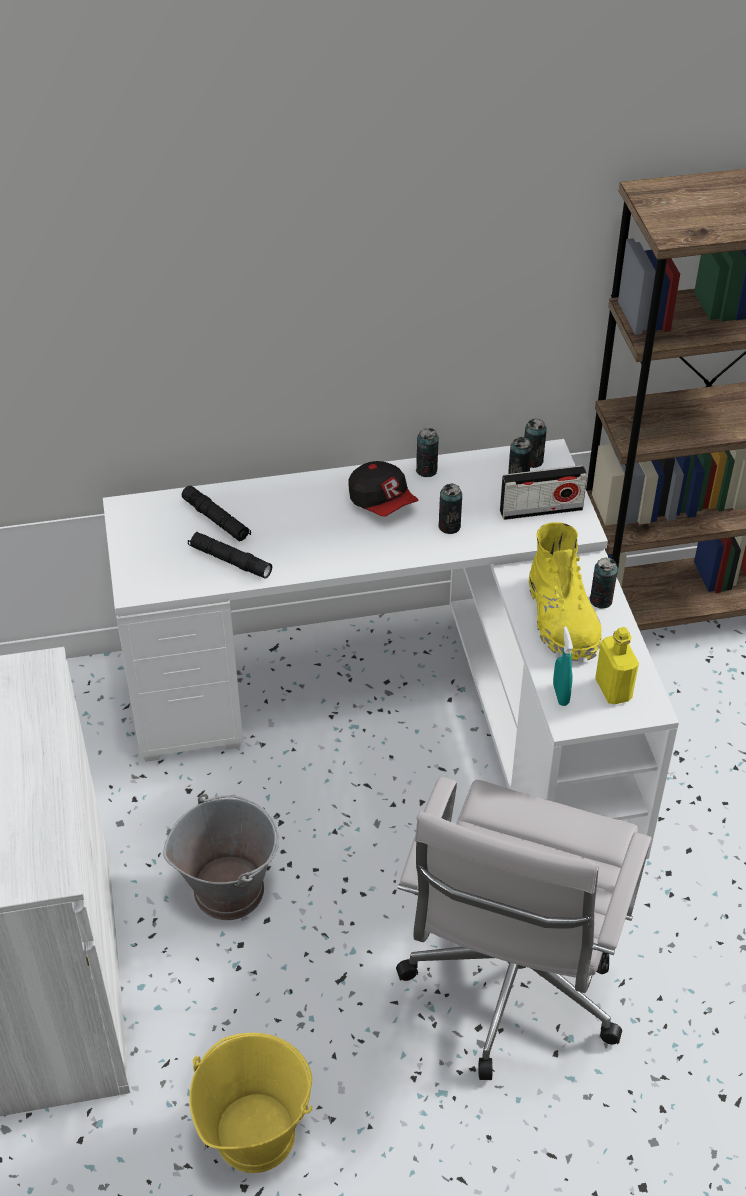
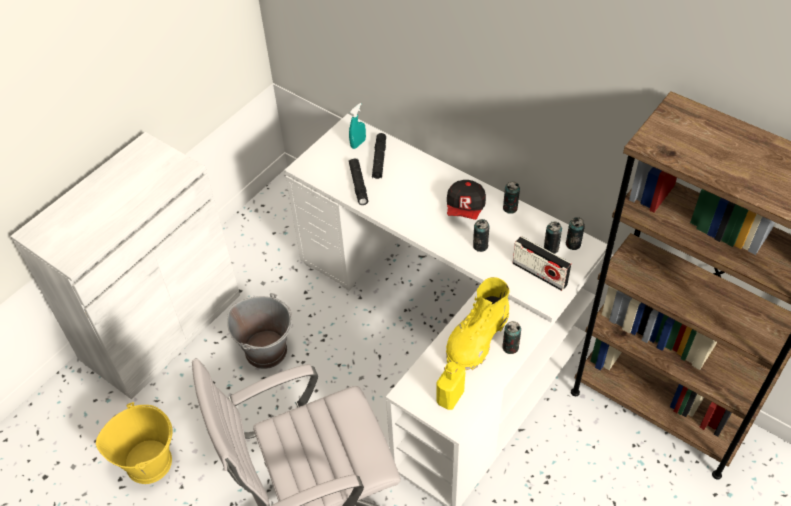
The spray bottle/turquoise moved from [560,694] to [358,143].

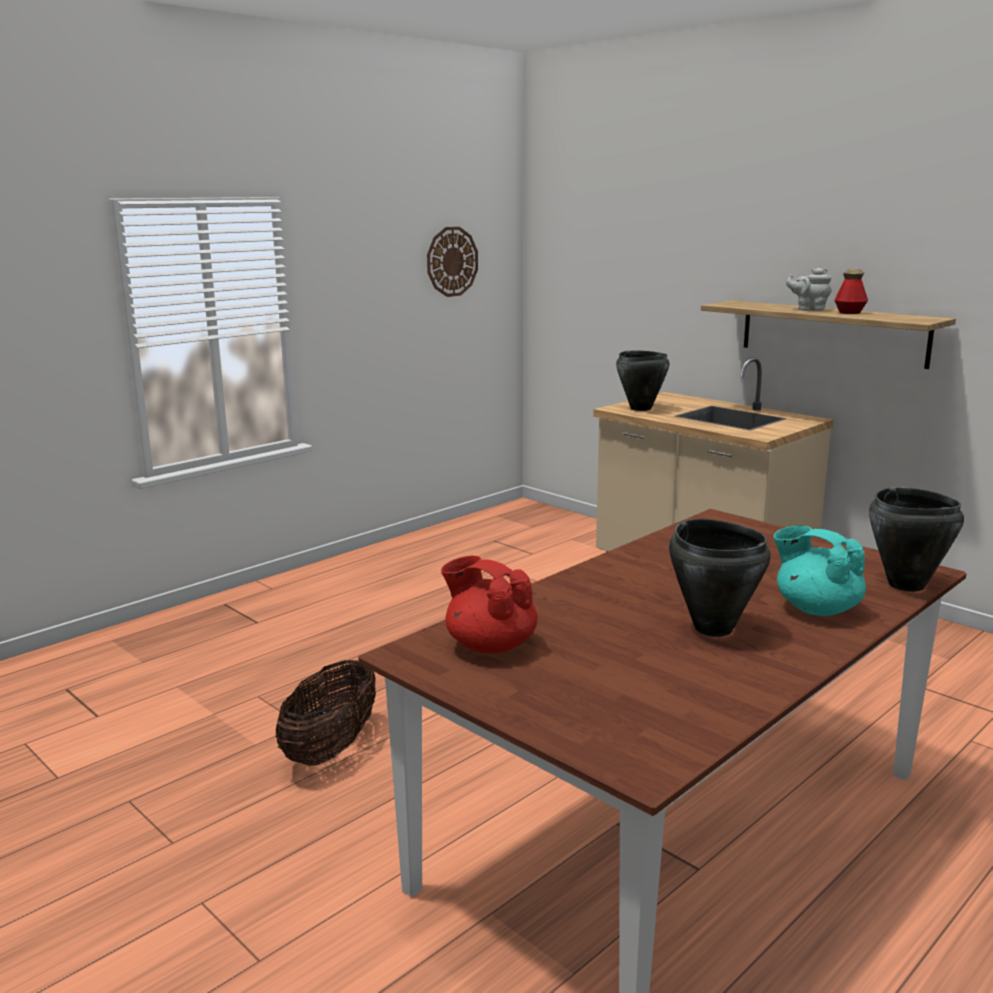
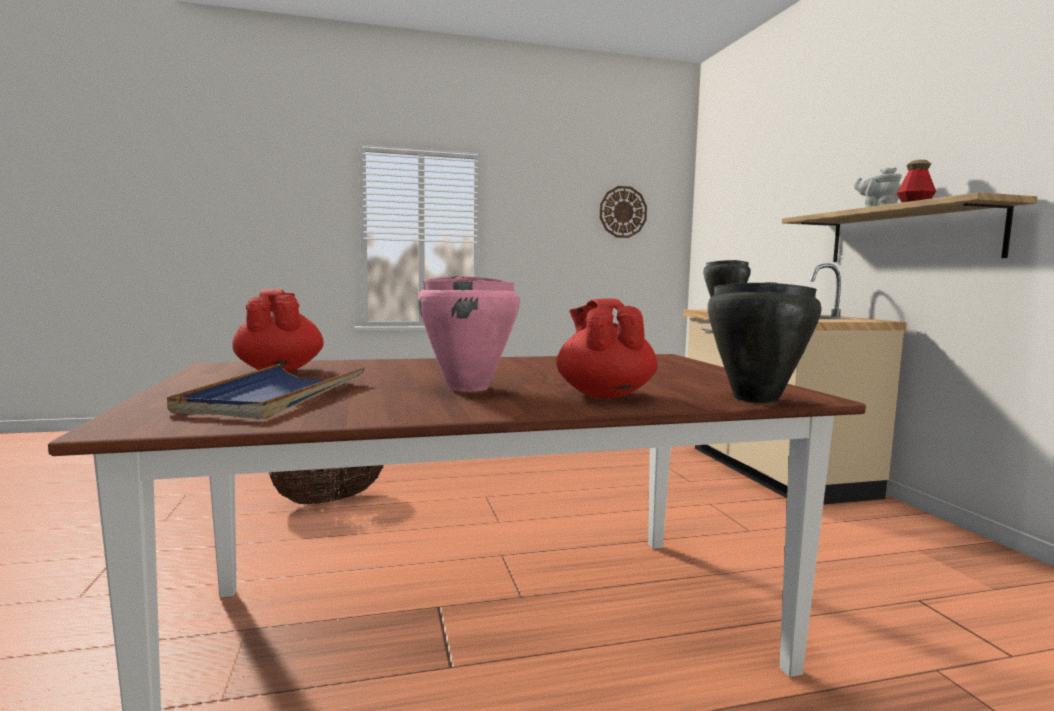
The cooking pot/black at [713,628] became the cooking pot/pink at [469,388].
The teapot/turquoise at [816,608] became the teapot/red at [604,394].
The tray/blue at [275,396] appeared.

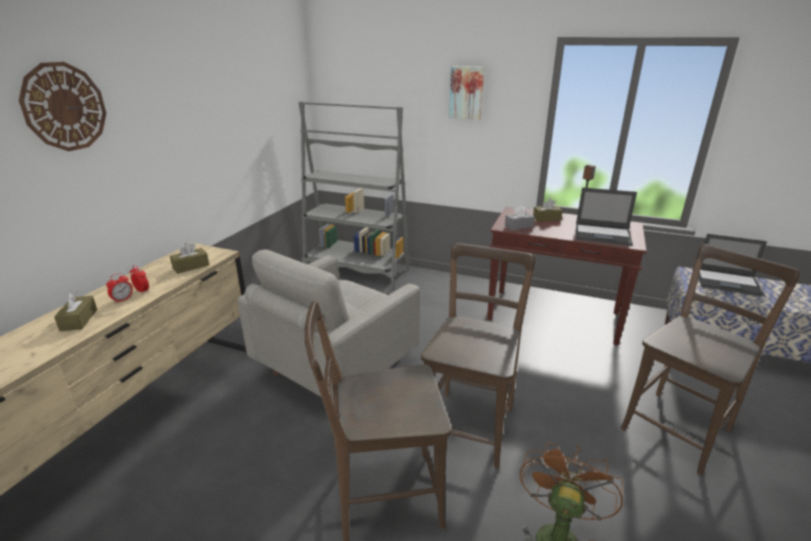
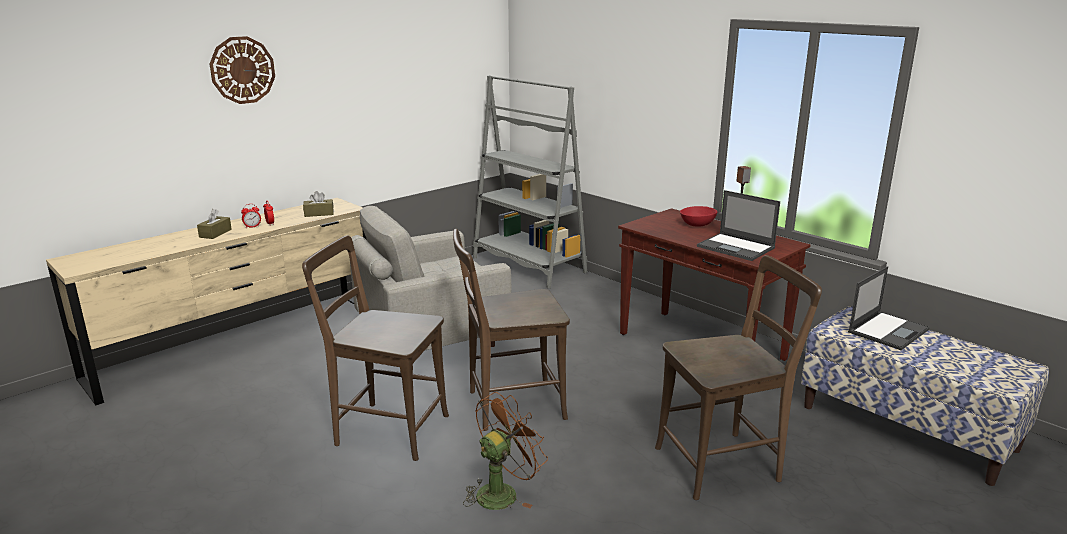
The picture at [466,92] disappeared.
The tissue box/brown at [546,218] was replaced by the bowl/red at [698,225].
The tissue box/grey at [519,226] disappeared.
The laptop at [728,282] turned 90 degrees counterclockwise.
The chair/brown at [470,423] turned 150 degrees counterclockwise.

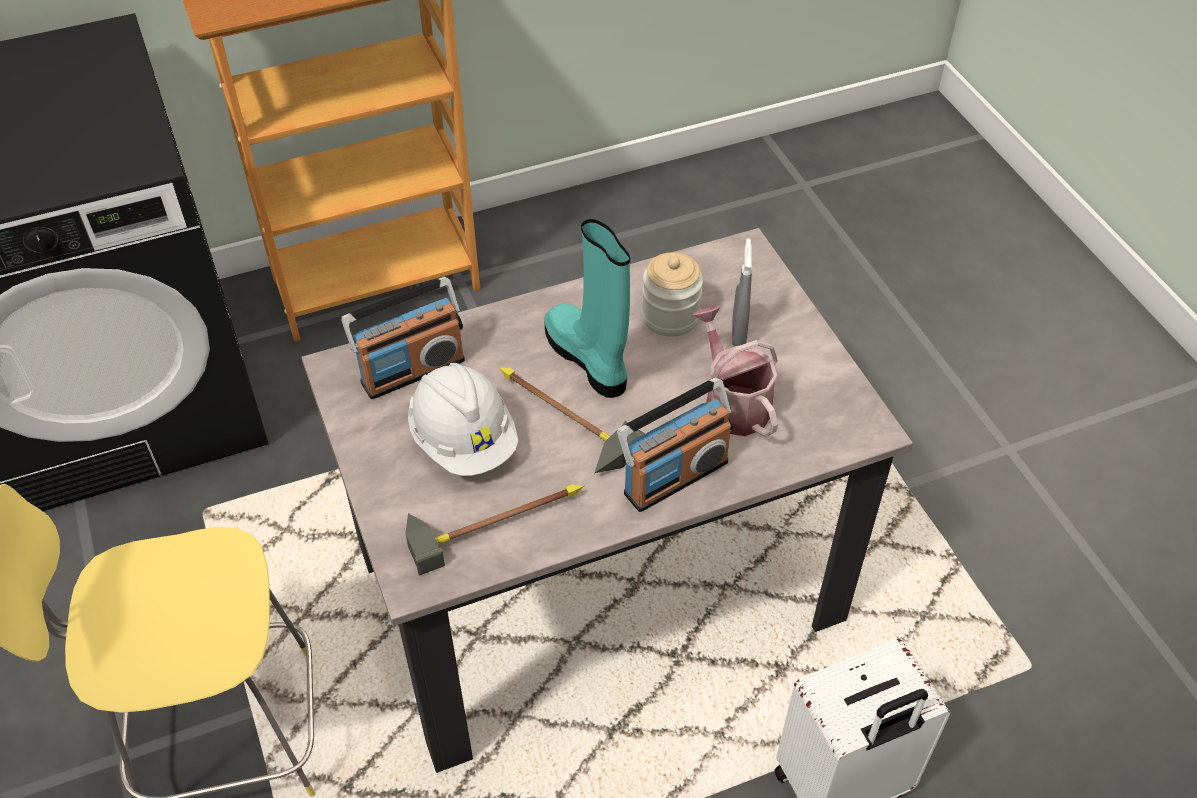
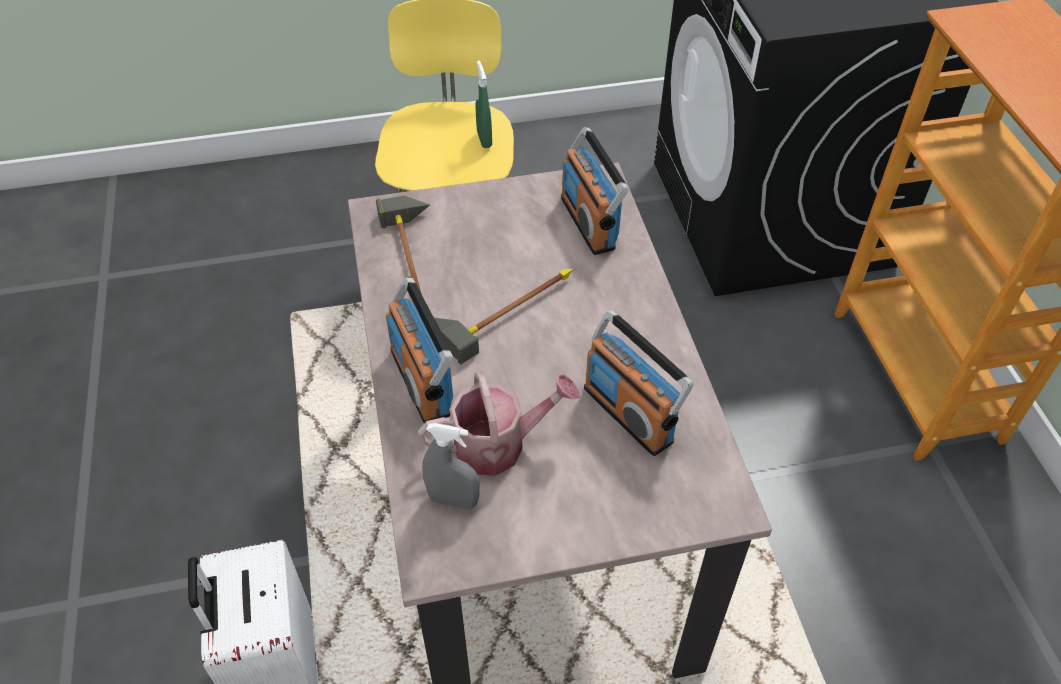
The boot/turquoise at [589,359] disappeared.
The spray bottle/grey moved from [738,333] to [453,500].
The jar at [670,316] was replaced by the radio at [629,414].
The hard hat/white at [464,440] disappeared.
The spray bottle/green at [484,139] appeared.

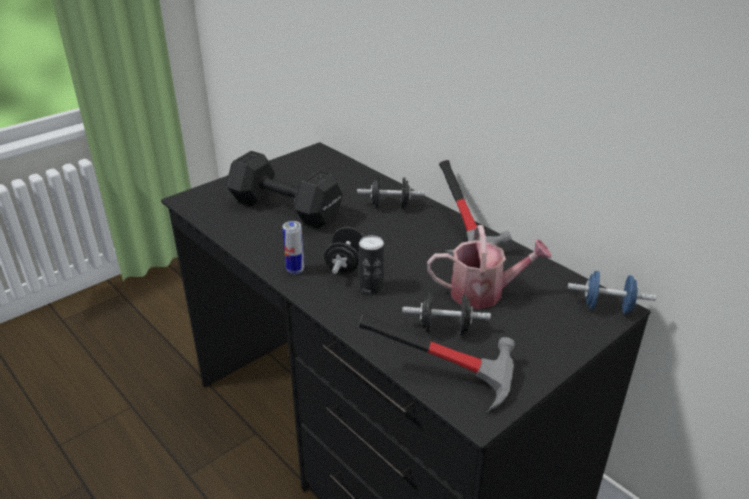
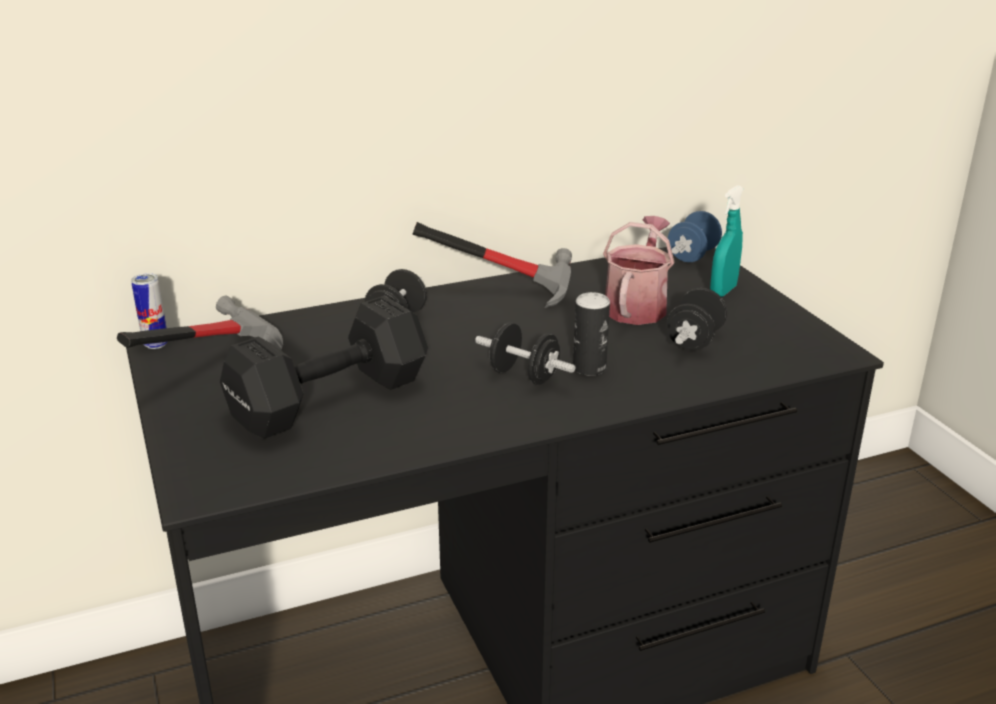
The can moved from [295,270] to [156,344].
The hammer moved from [446,374] to [208,361].
The spray bottle/turquoise at [723,291] appeared.

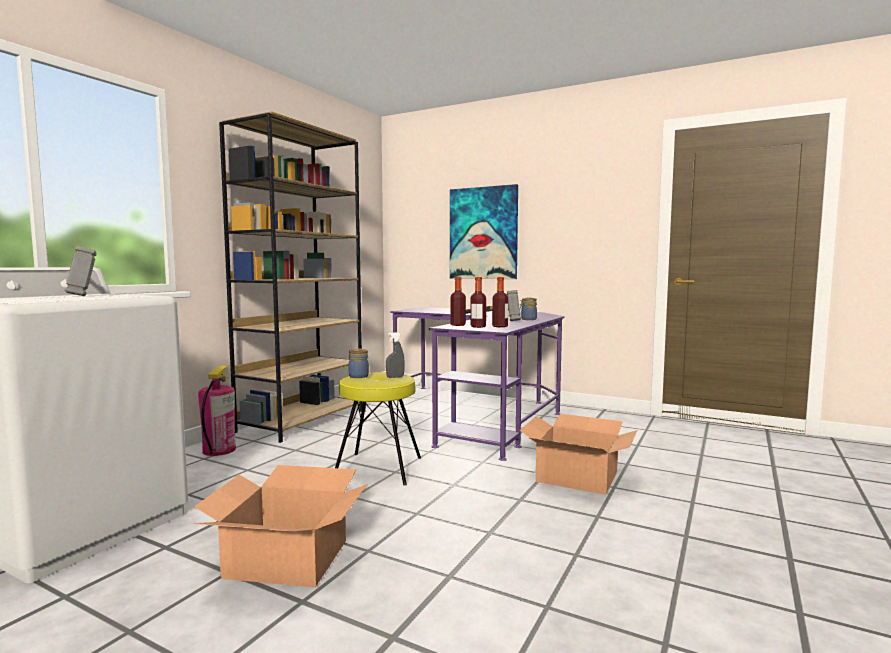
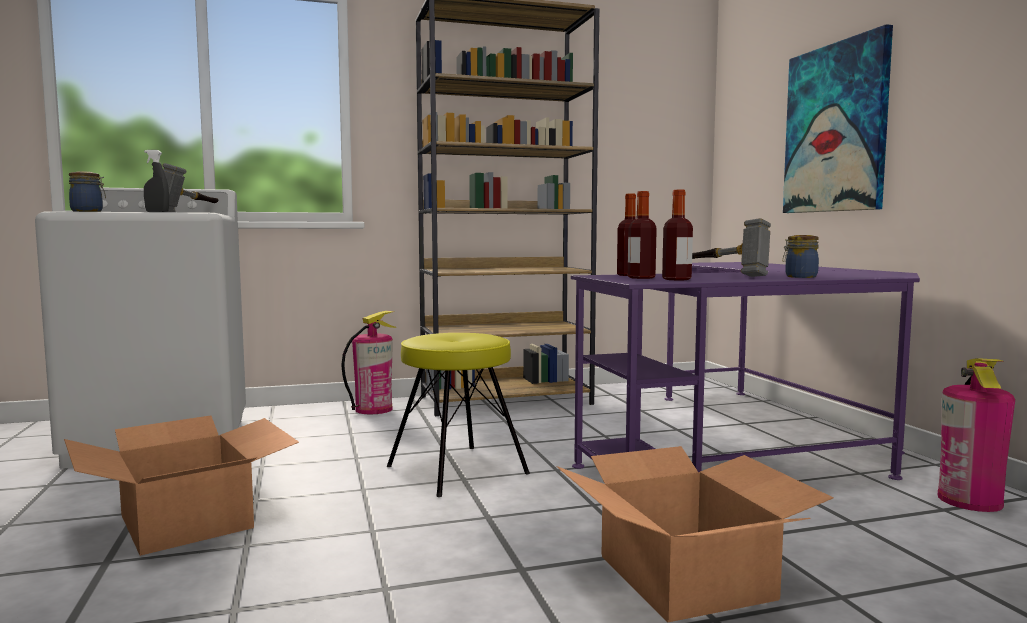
The spray bottle/grey moved from [395,377] to [157,212].
The jar moved from [359,376] to [88,211].
The fire extinguisher at [970,500] appeared.

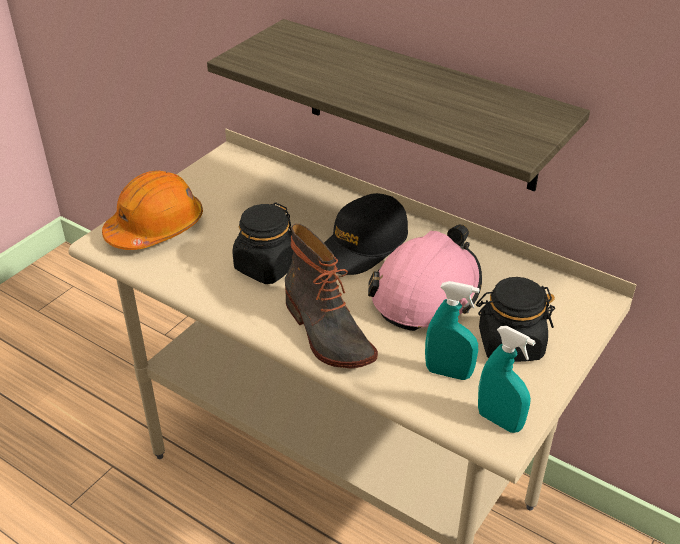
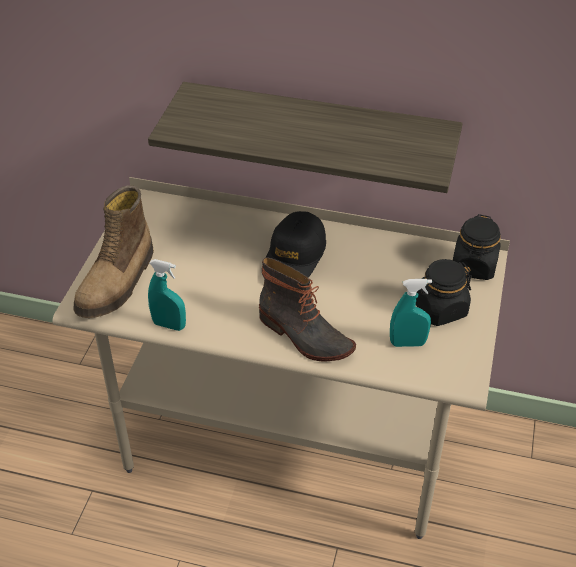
The hard hat/orange at [155,228] was replaced by the boot at [118,282].
The jar/black moved from [266,267] to [474,266].
The hard hat/pink at [426,292] disappeared.
The spray bottle/turquoise moved from [499,421] to [169,325].

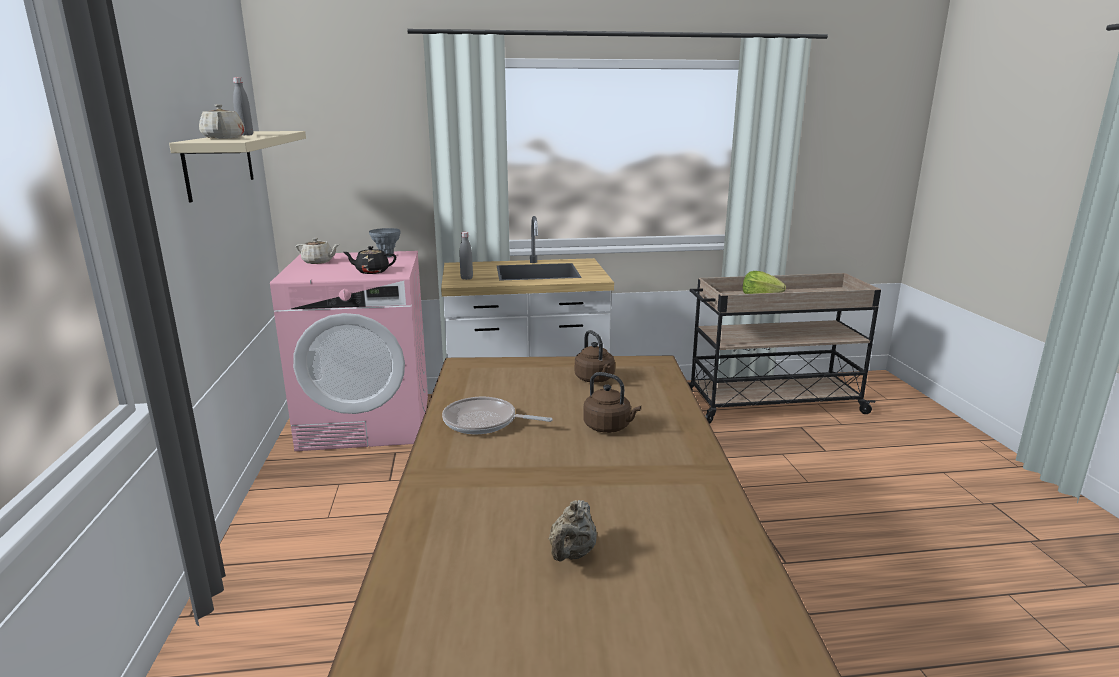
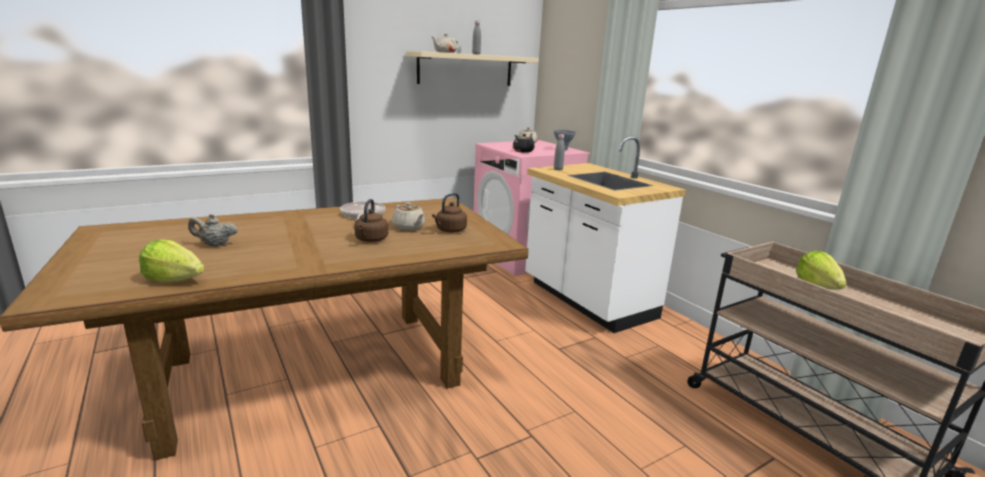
The teapot/beige at [409,227] appeared.
The lettuce at [174,279] appeared.

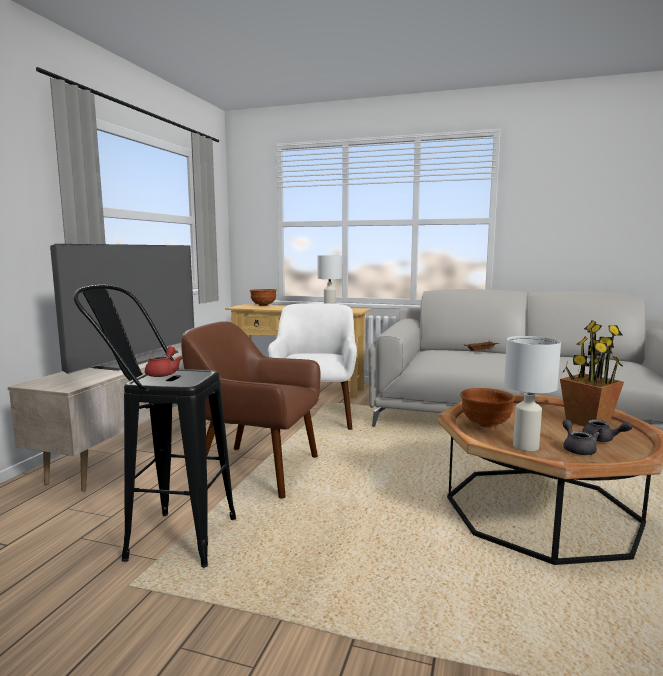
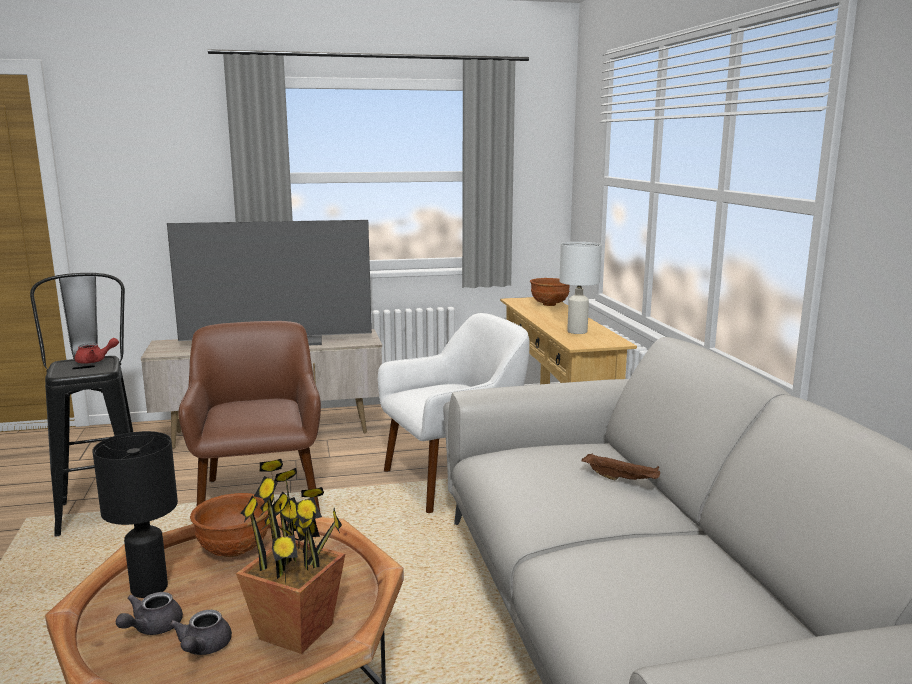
The table lamp/white at [525,446] became the table lamp/black at [150,587].
The teapot/grey at [577,449] turned 150 degrees clockwise.

